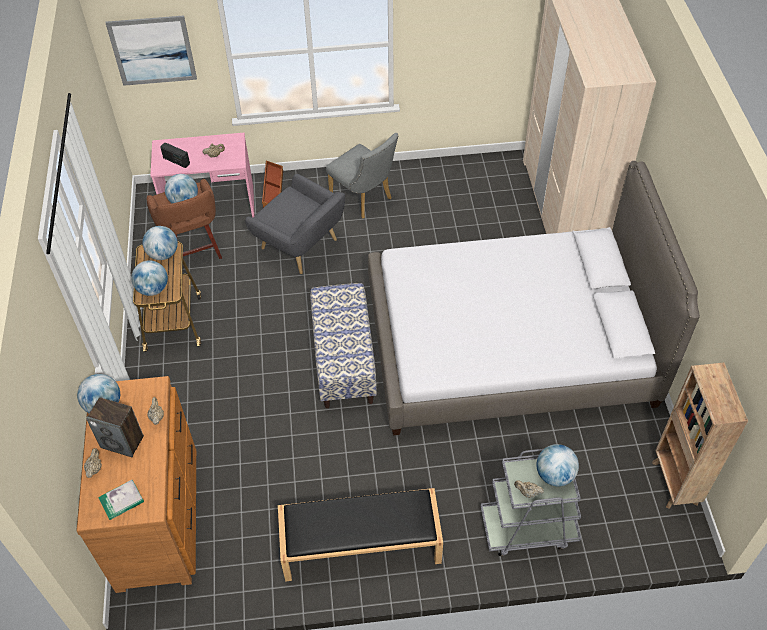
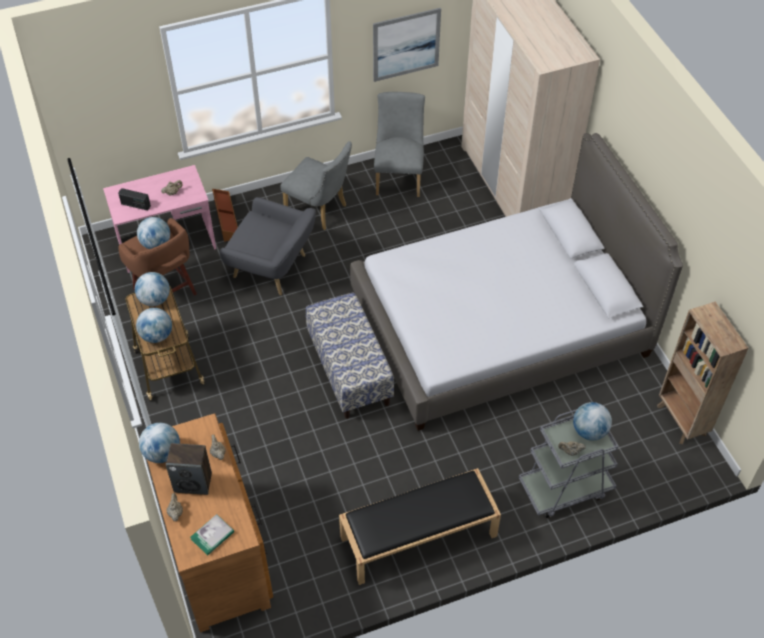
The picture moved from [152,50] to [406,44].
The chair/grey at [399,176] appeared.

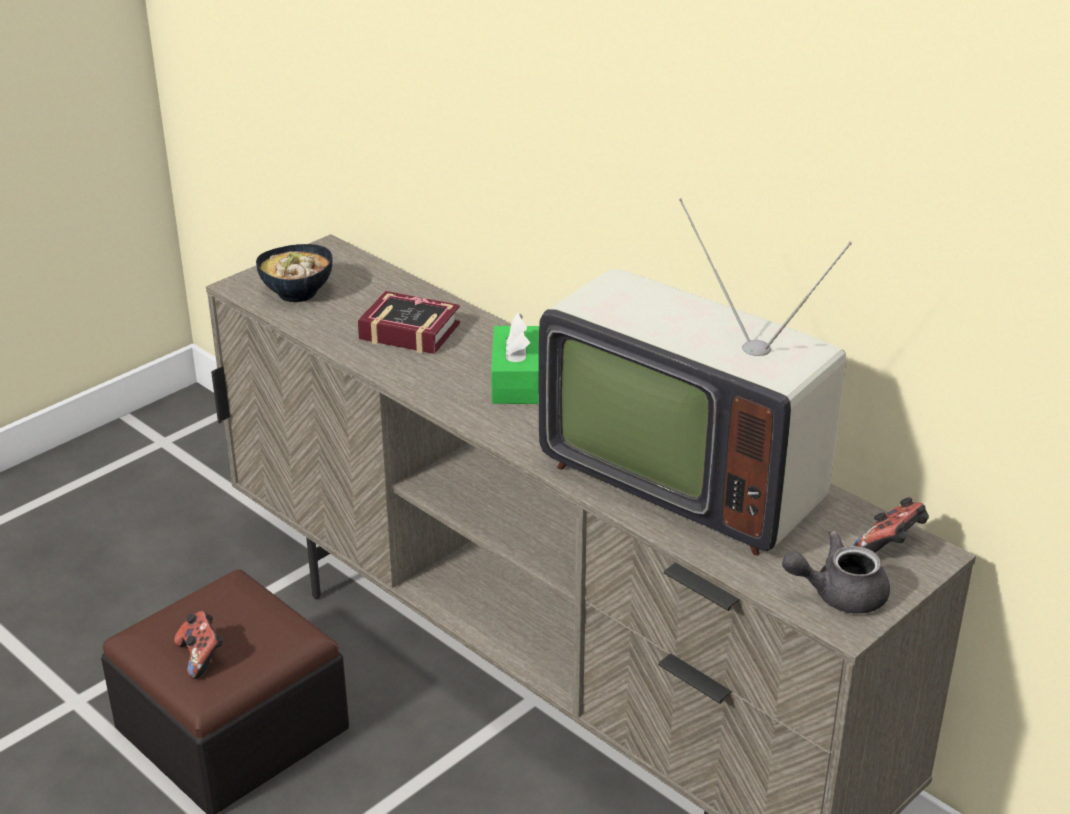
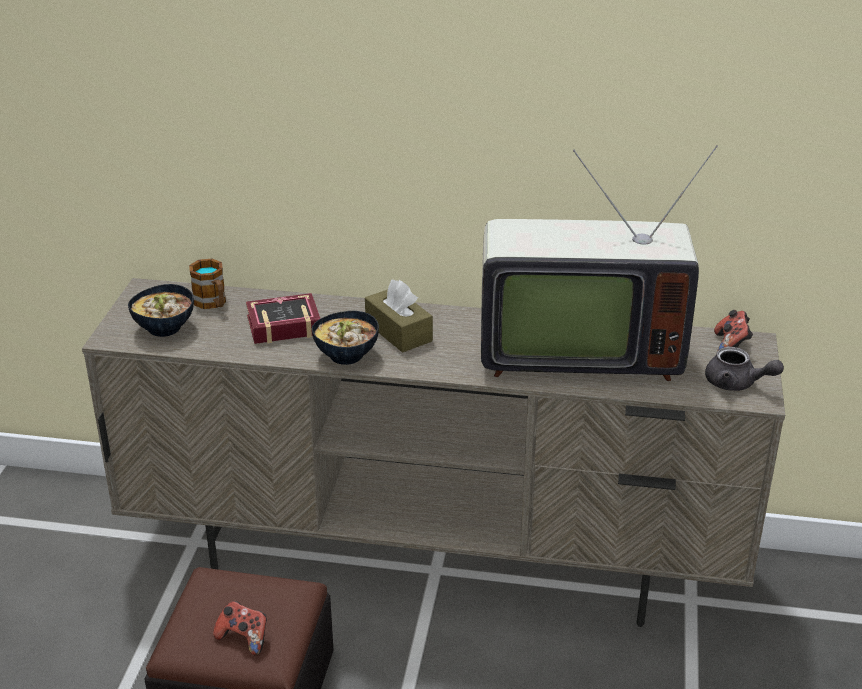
The tissue box/green at [516,380] became the tissue box/brown at [398,332].
The teapot/grey at [838,594] turned 105 degrees counterclockwise.
The mug at [213,303] appeared.
The bowl at [347,356] appeared.

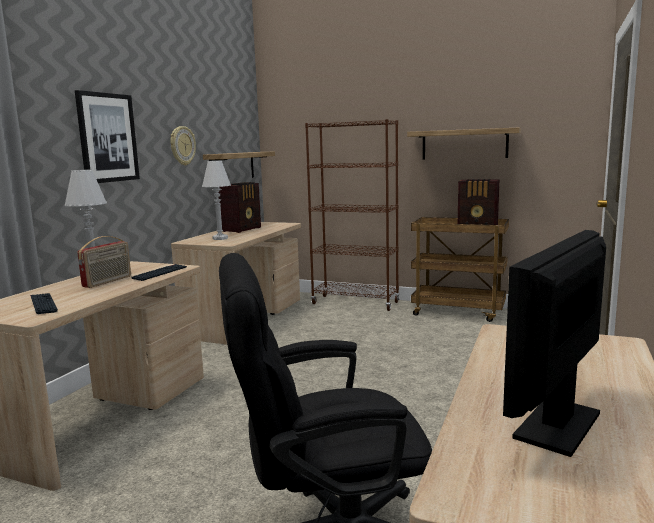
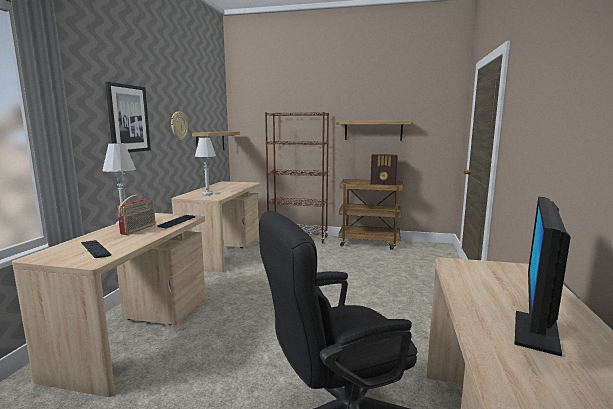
The radio at [242,229] disappeared.

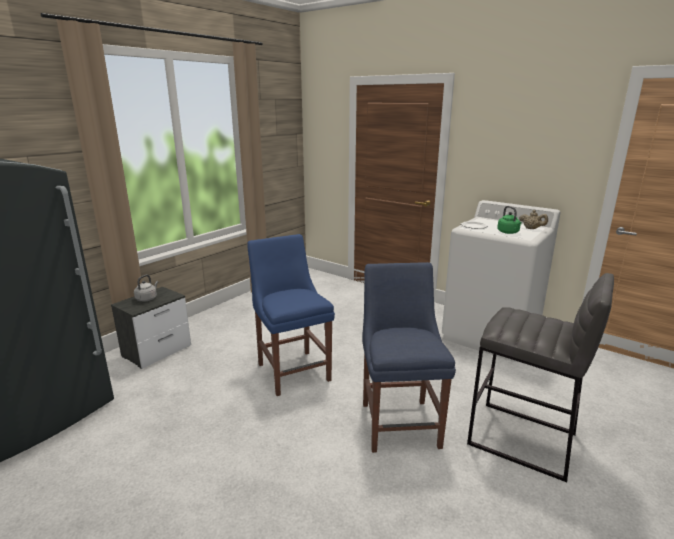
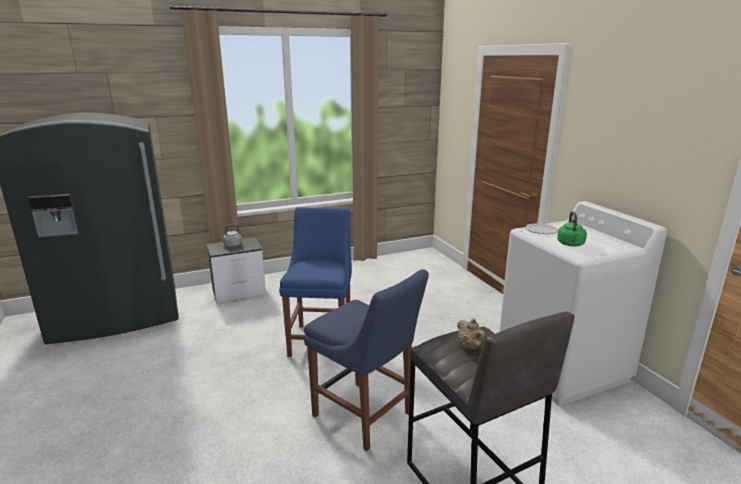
The teapot/beige moved from [531,229] to [471,347].
The chair/blue at [399,421] turned 105 degrees clockwise.

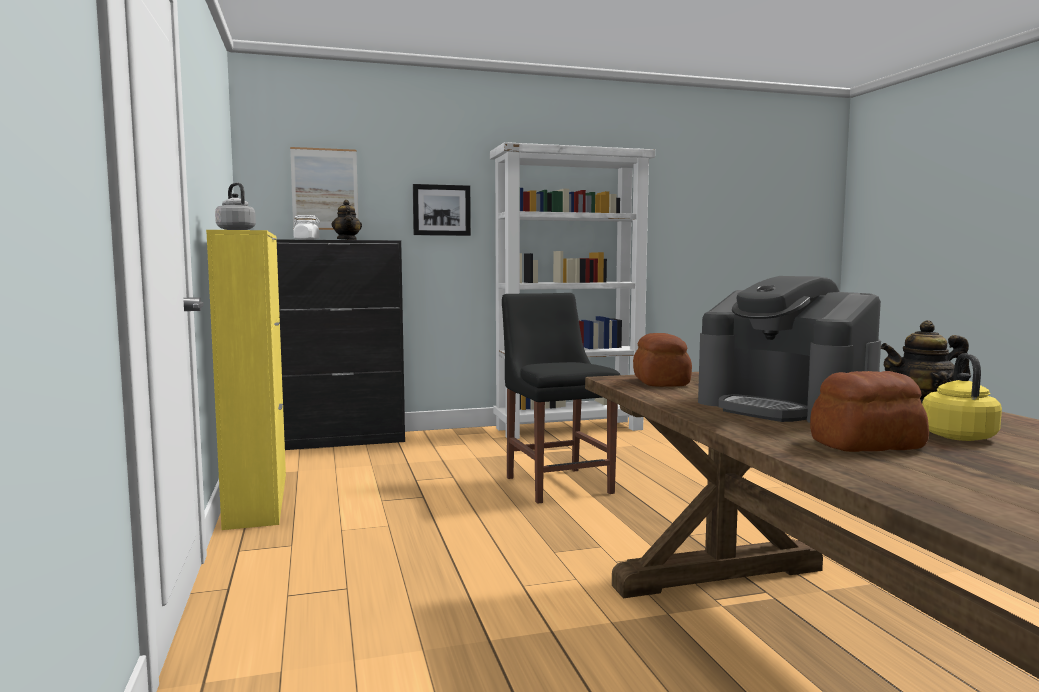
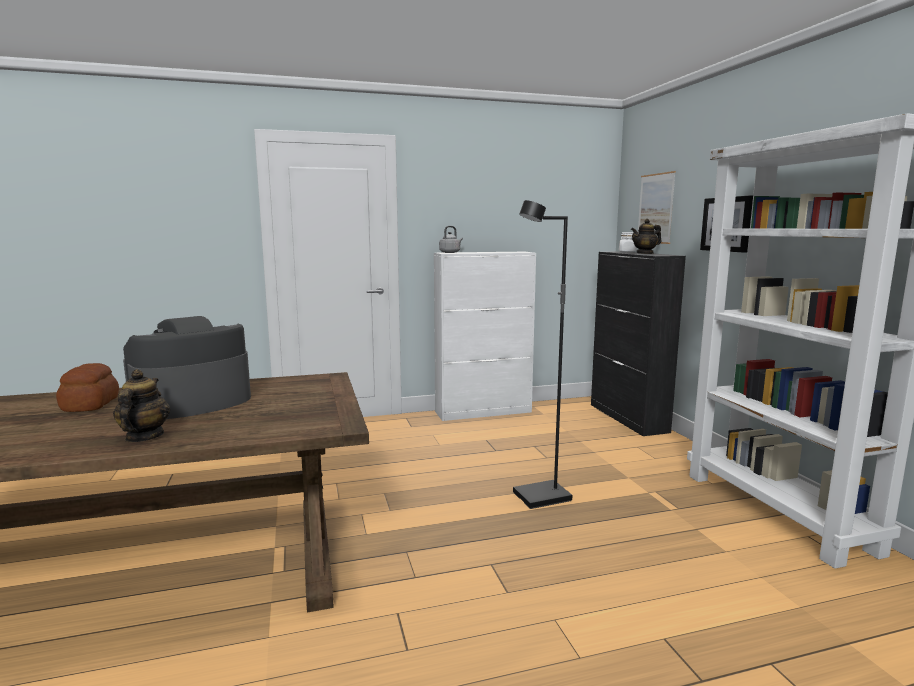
The cabinet/yellow at [257,499] became the cabinet/white at [483,412].
The chair/black at [556,483] was replaced by the floor lamp/black at [542,497].
The bread at [661,382] disappeared.
The kettle/yellow at [957,436] disappeared.

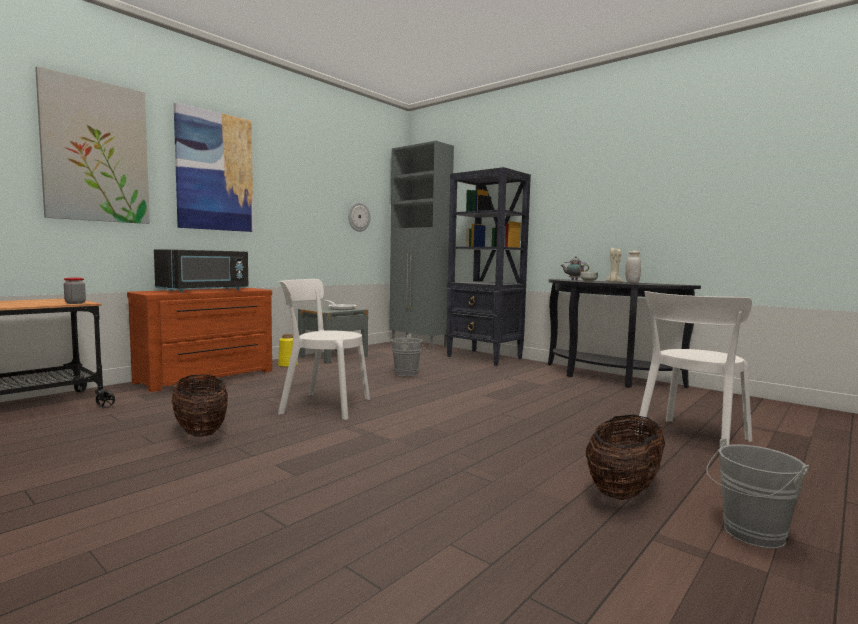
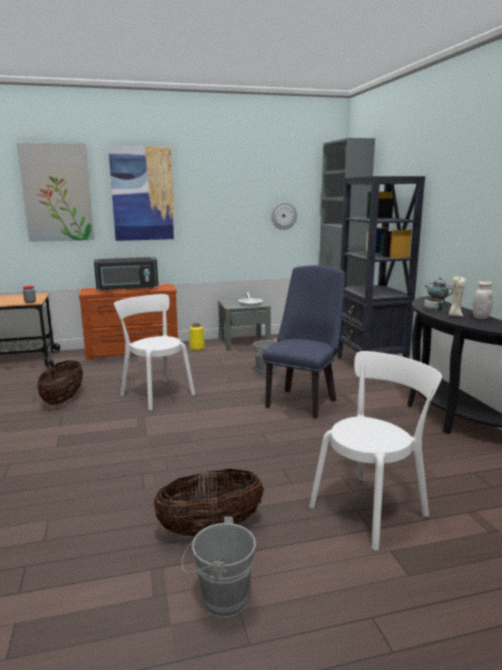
The chair/white at [691,439] turned 150 degrees clockwise.
The chair/blue at [303,401] appeared.

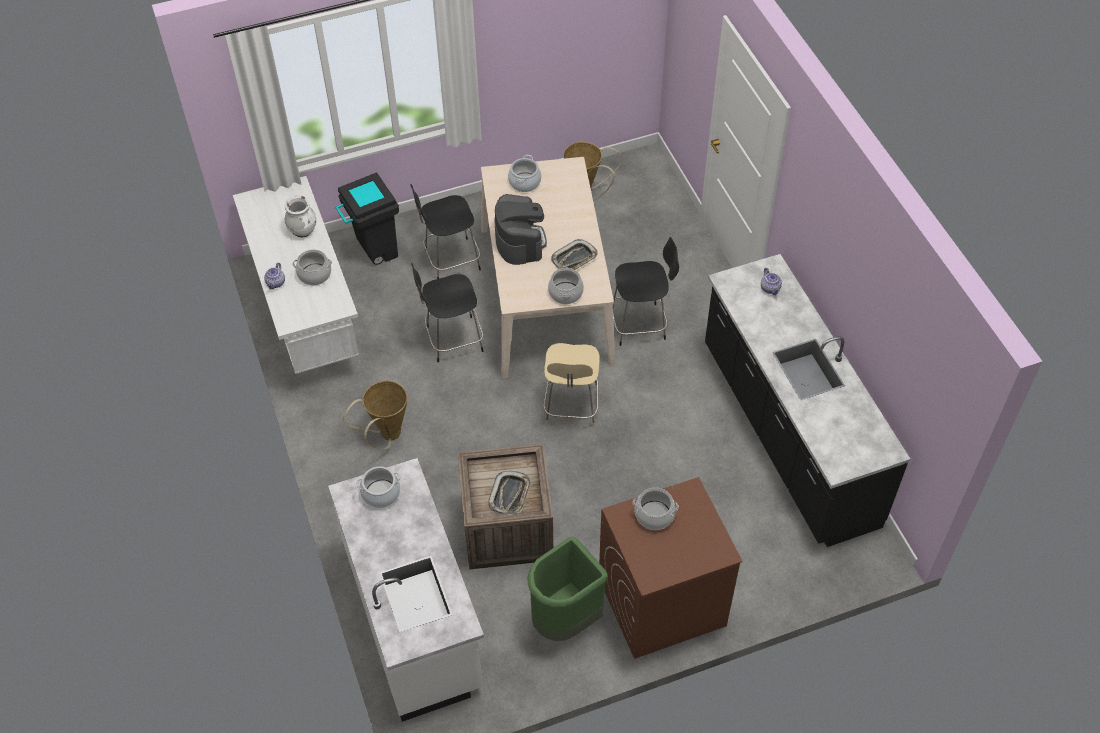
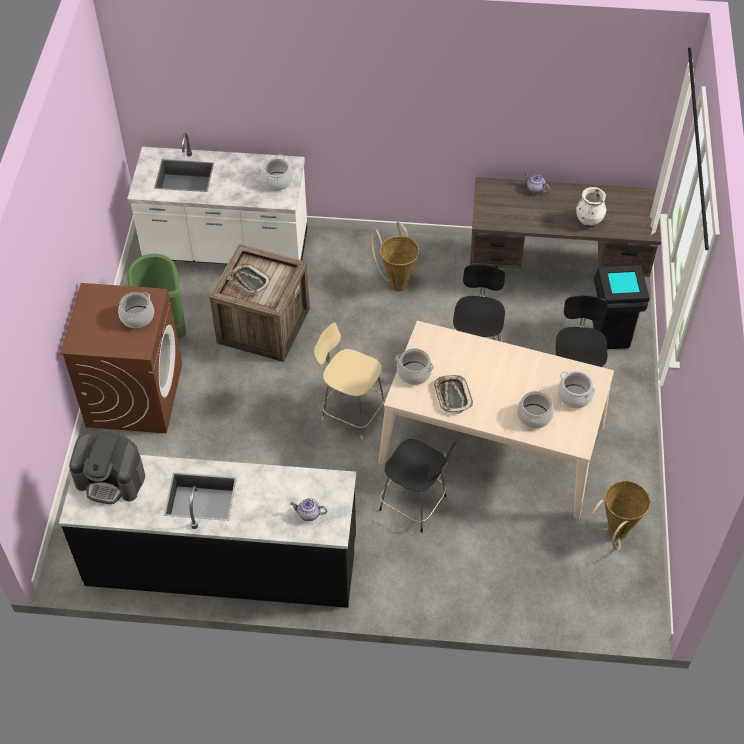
The desk/white at [306,314] became the desk/brown at [557,269].
The coffee machine moved from [520,241] to [111,479].
The chair/black at [640,324] turned 75 degrees counterclockwise.
The cooking pot moved from [315,274] to [534,416].

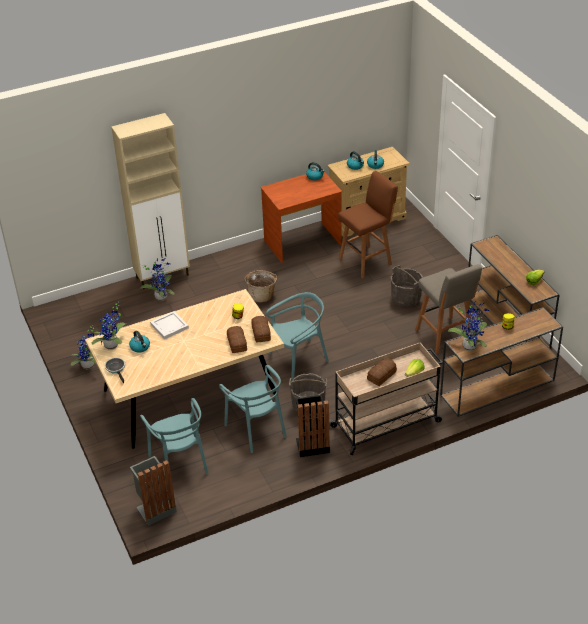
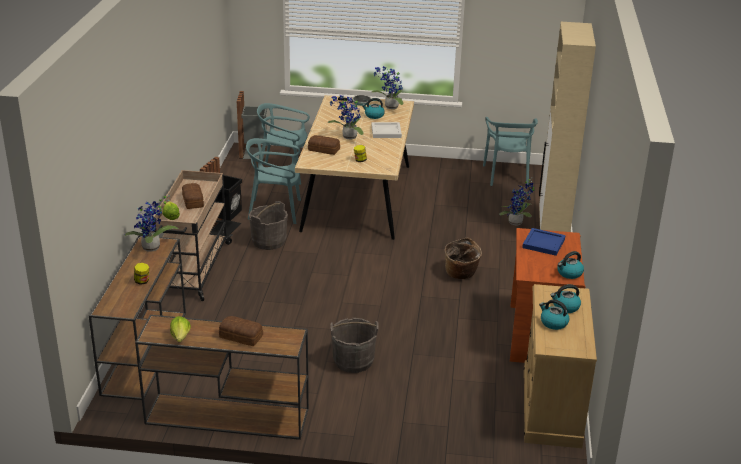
The stool/brown at [366,261] disappeared.
The stool/grey at [445,336] disappeared.
The chair/turquoise moved from [299,359] to [507,176].
The bread moved from [261,332] to [241,337].
The potted plant moved from [89,366] to [348,137].
The tray/blue at [544,244] appeared.

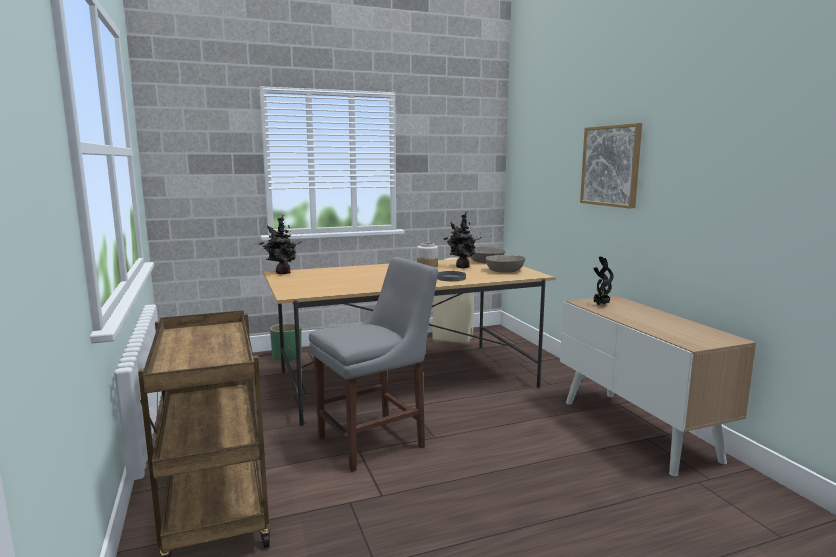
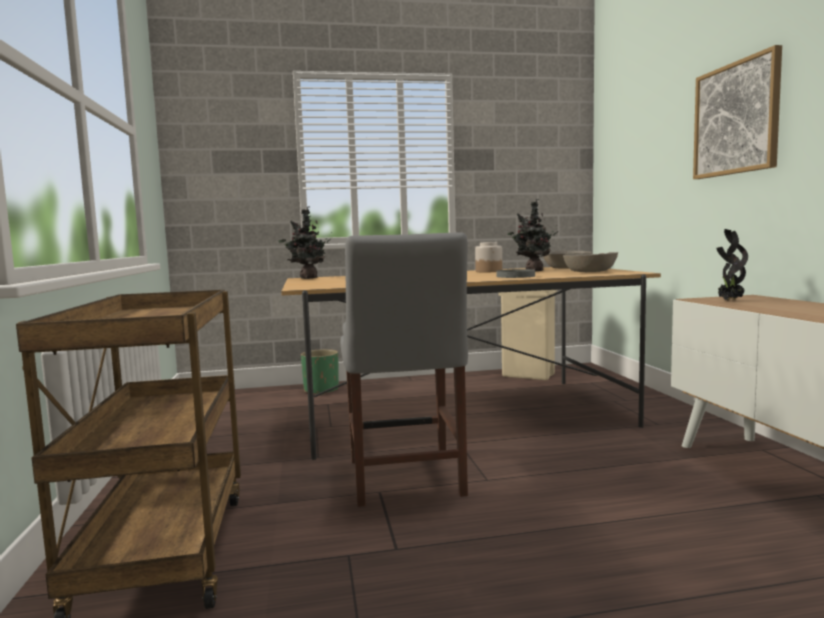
The chair/grey at [376,441] turned 105 degrees clockwise.

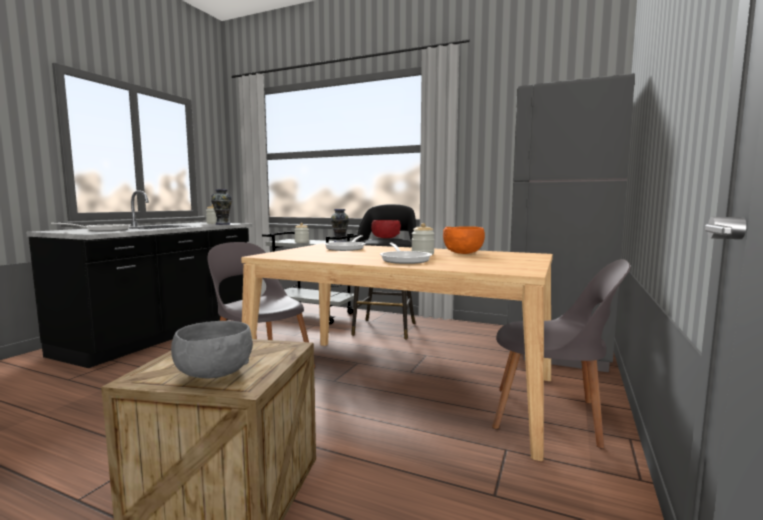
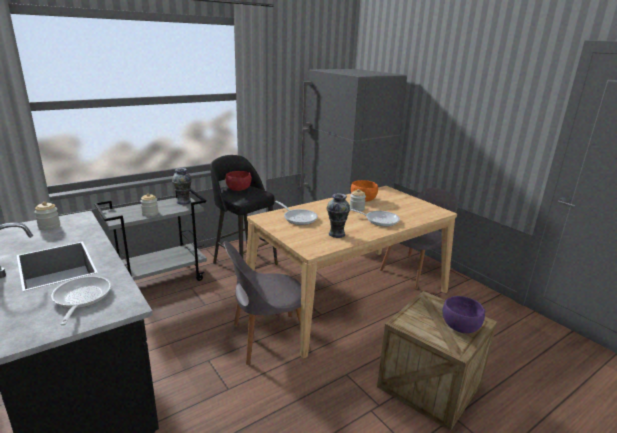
The vase moved from [222,224] to [337,234].
The bowl/grey at [214,373] became the bowl/purple at [460,327].

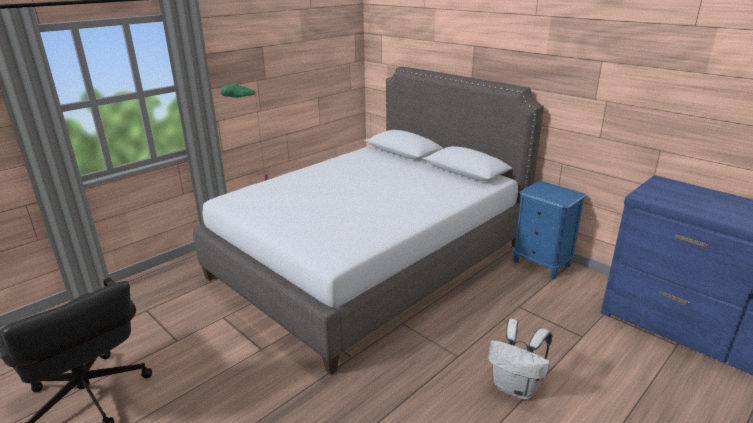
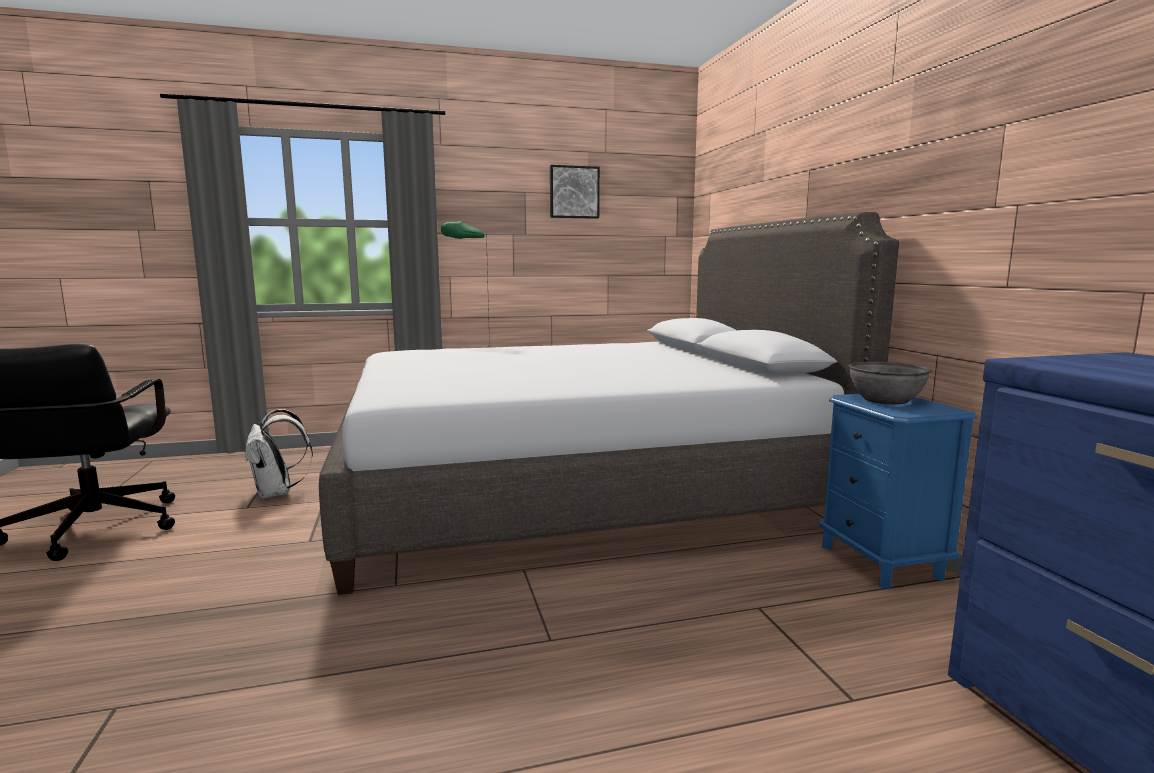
The backpack/white moved from [516,388] to [277,493].
The picture at [574,192] appeared.
The bowl/grey at [886,400] appeared.

